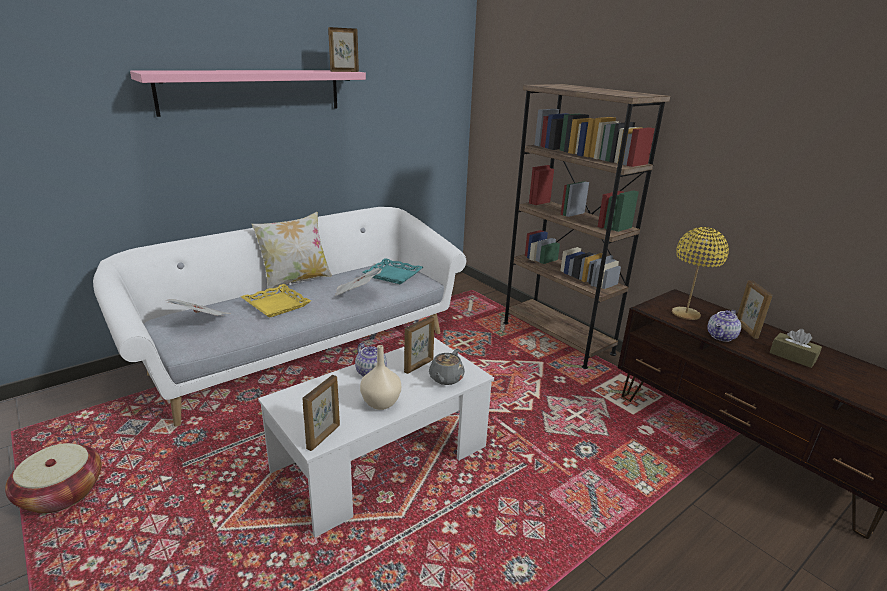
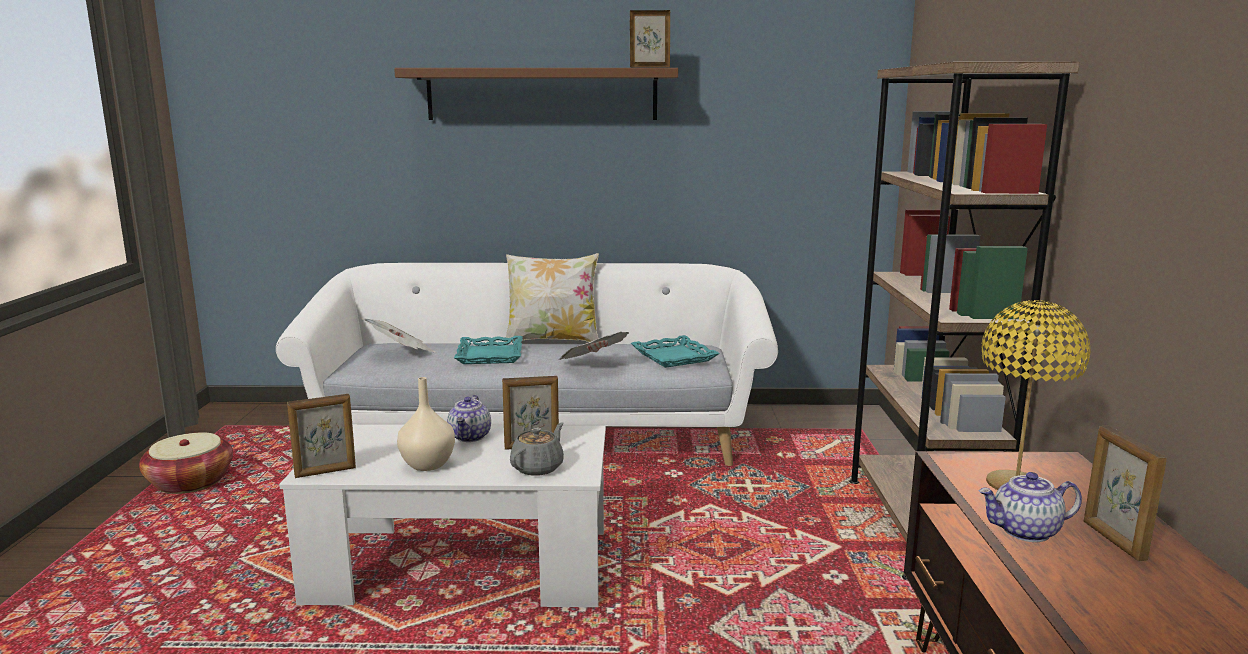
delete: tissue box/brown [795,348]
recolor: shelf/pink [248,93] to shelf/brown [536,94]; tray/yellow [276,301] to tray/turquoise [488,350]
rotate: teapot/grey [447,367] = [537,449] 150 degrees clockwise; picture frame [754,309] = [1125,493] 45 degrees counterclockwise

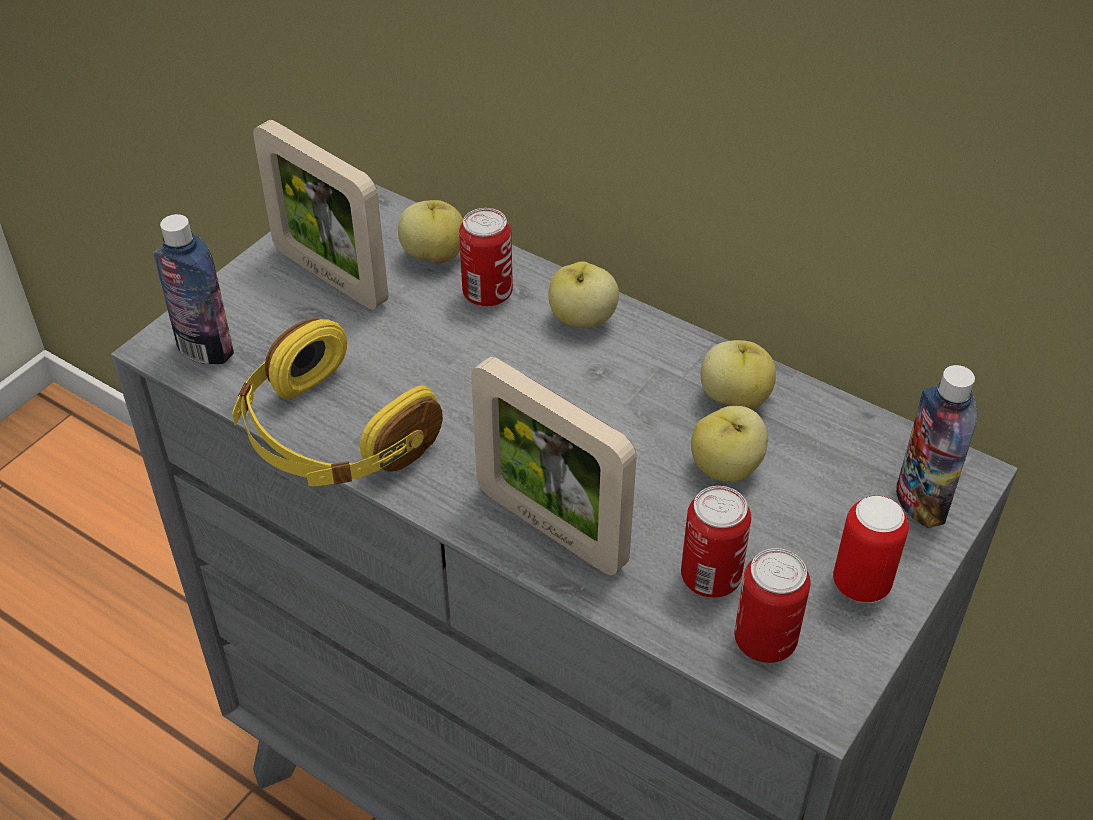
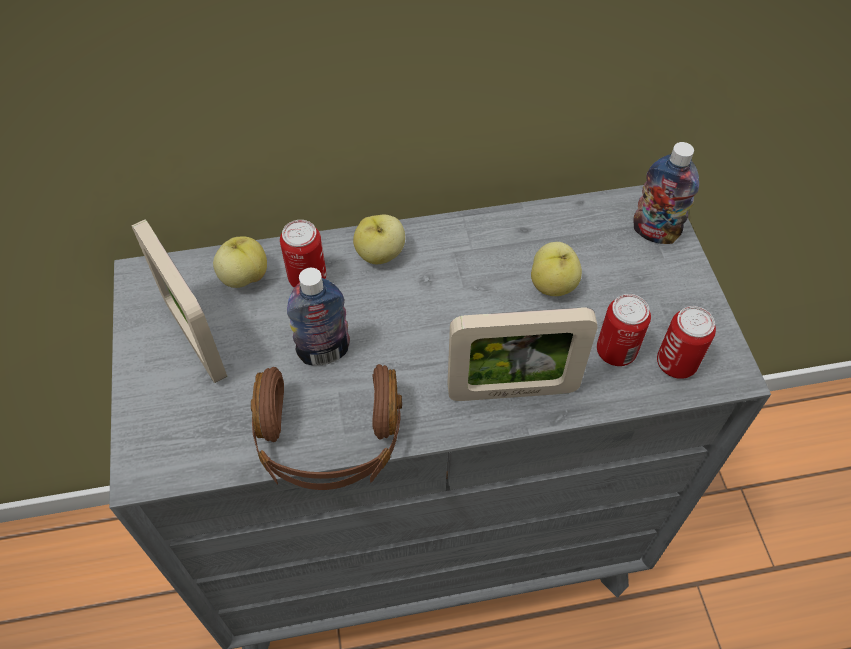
delete: apple [738,375]; can [871,549]
move: bottle [194,289] to [318,317]
recolor: headphones/yellow [337,402] to headphones/brown [326,427]
rotate: picture frame [320,215] = [179,301] 60 degrees clockwise

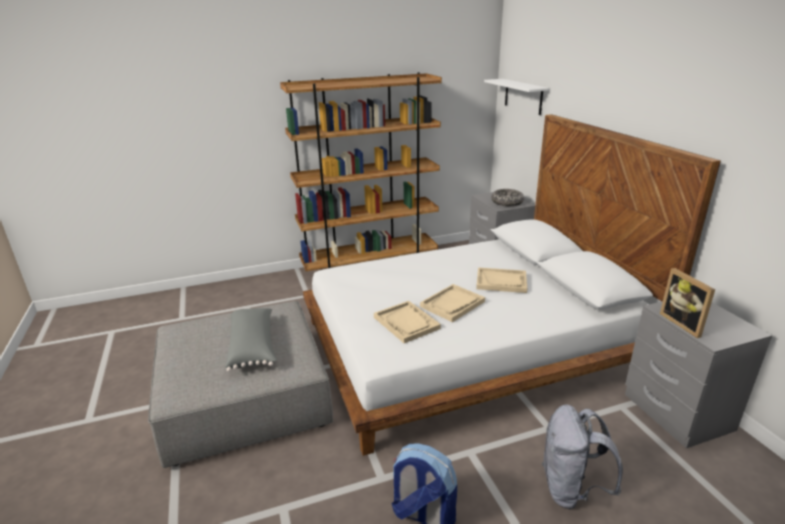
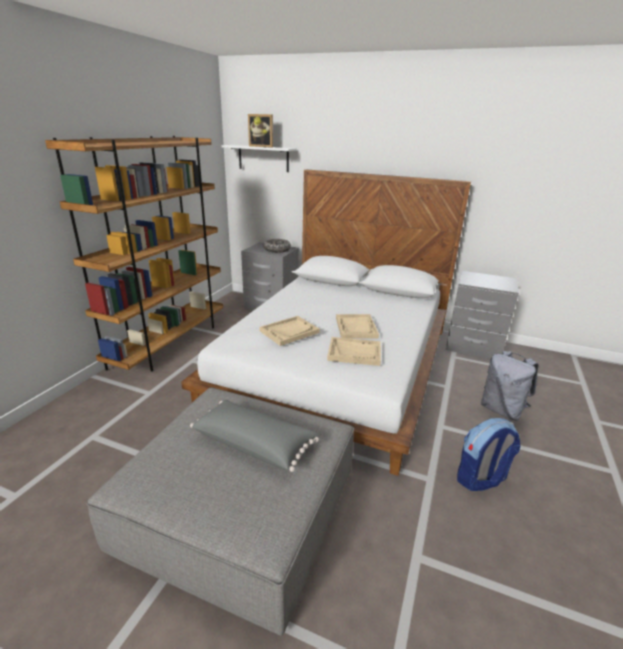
move: picture frame [687,303] to [260,131]; tray/beige [501,280] to [289,331]

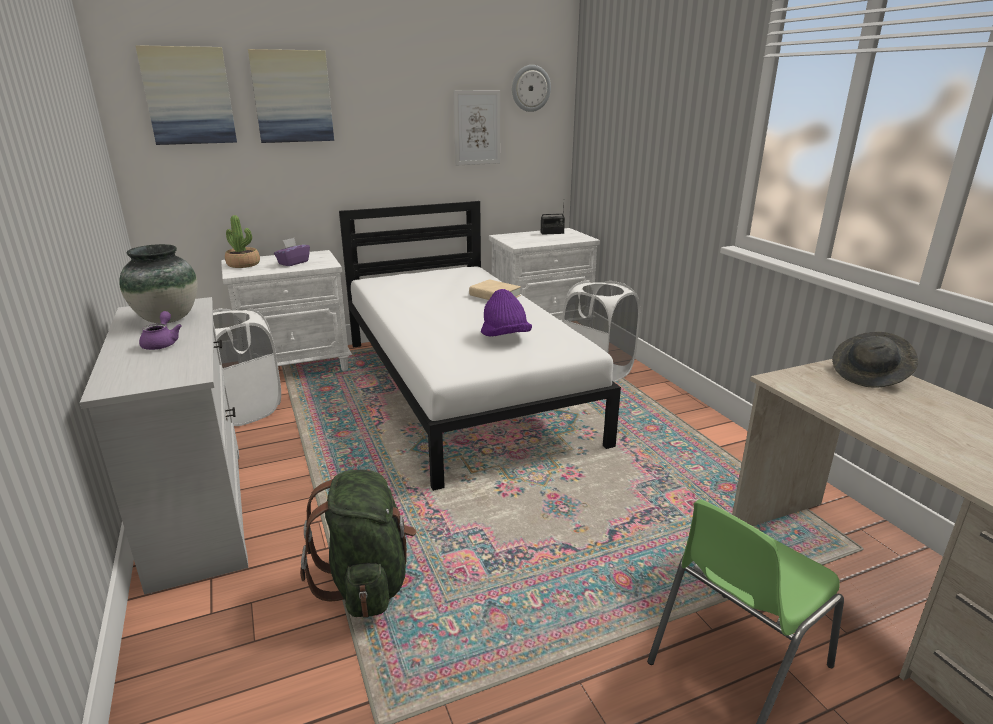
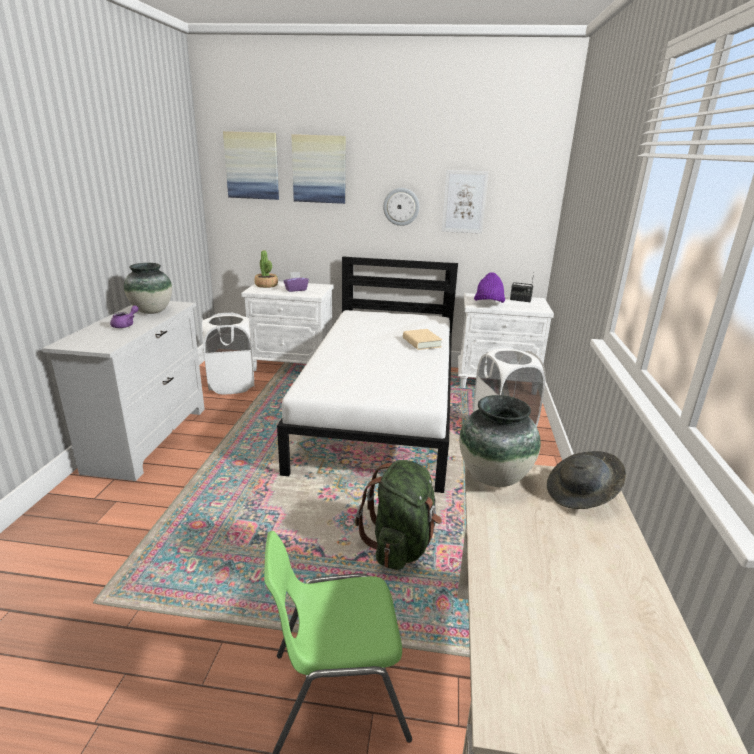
insert: vase [500,441]
move: backpack/green [358,544] to [398,515]; wall clock [531,88] to [401,207]; hat/purple [506,313] to [489,288]

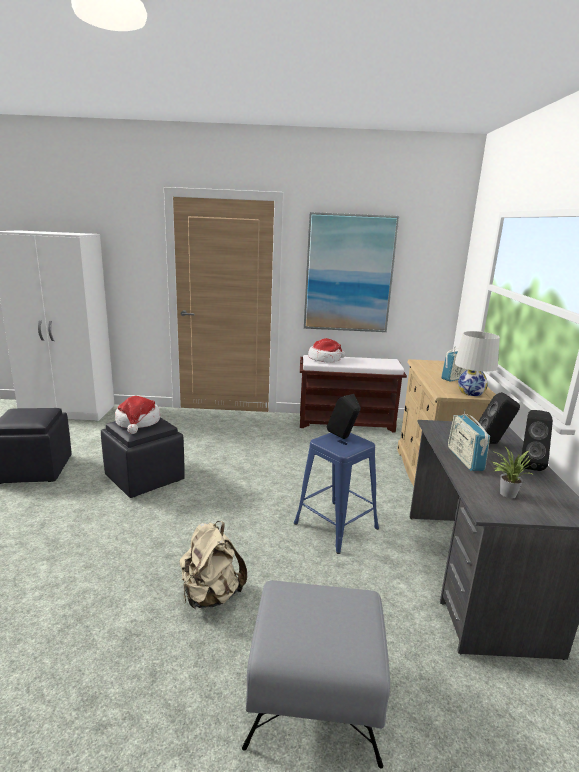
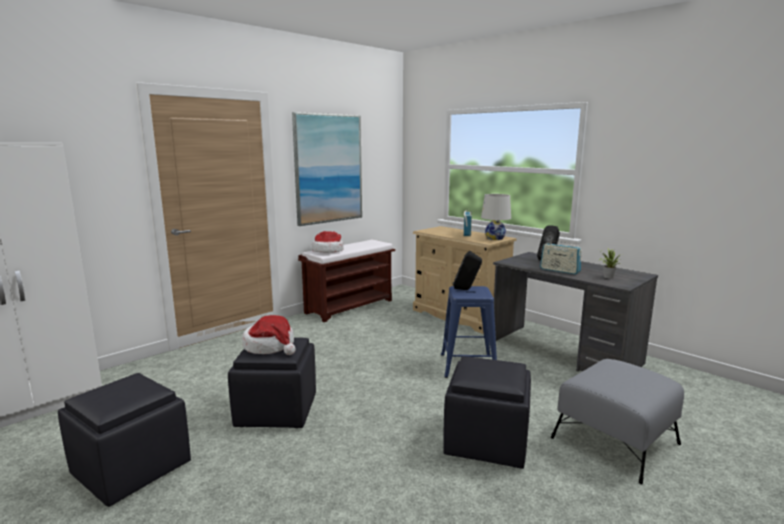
delete: speaker/black [537,440]
replace: backpack/beige [213,565] to ottoman/black [487,412]

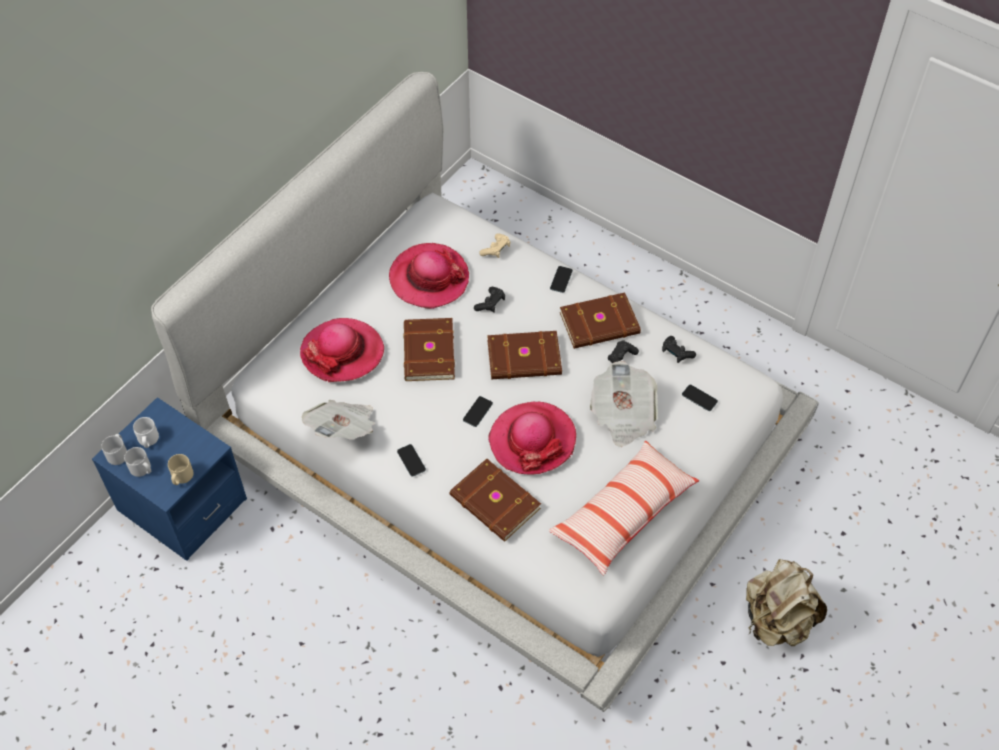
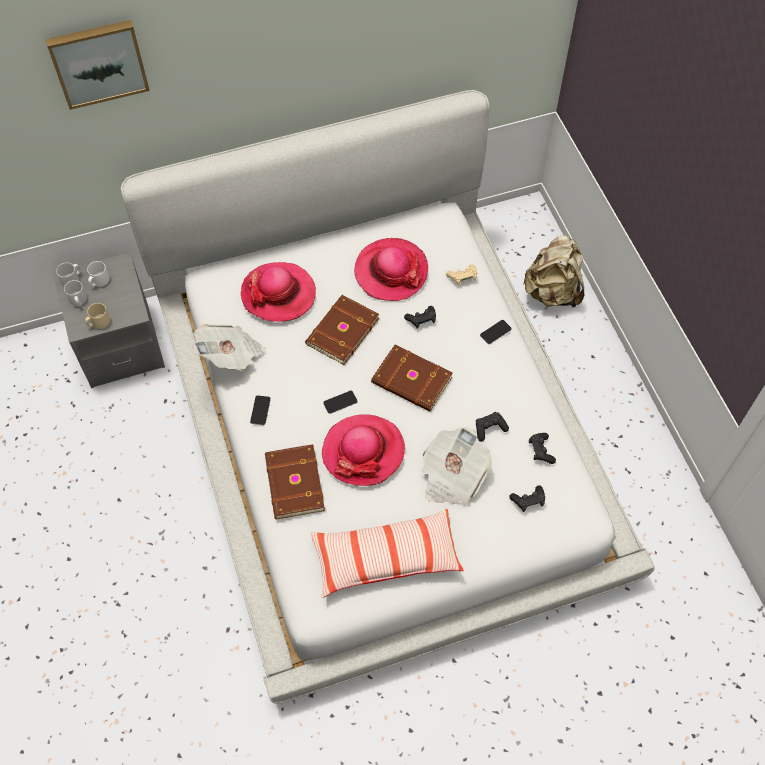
delete: book/brown [600,320]
insert: picture [98,65]
move: backpack/beige [786,602] to [553,271]
replace: phone [700,398] to game controller/black [527,498]
recolor: nightstand/blue [169,479] to nightstand/grey [109,320]

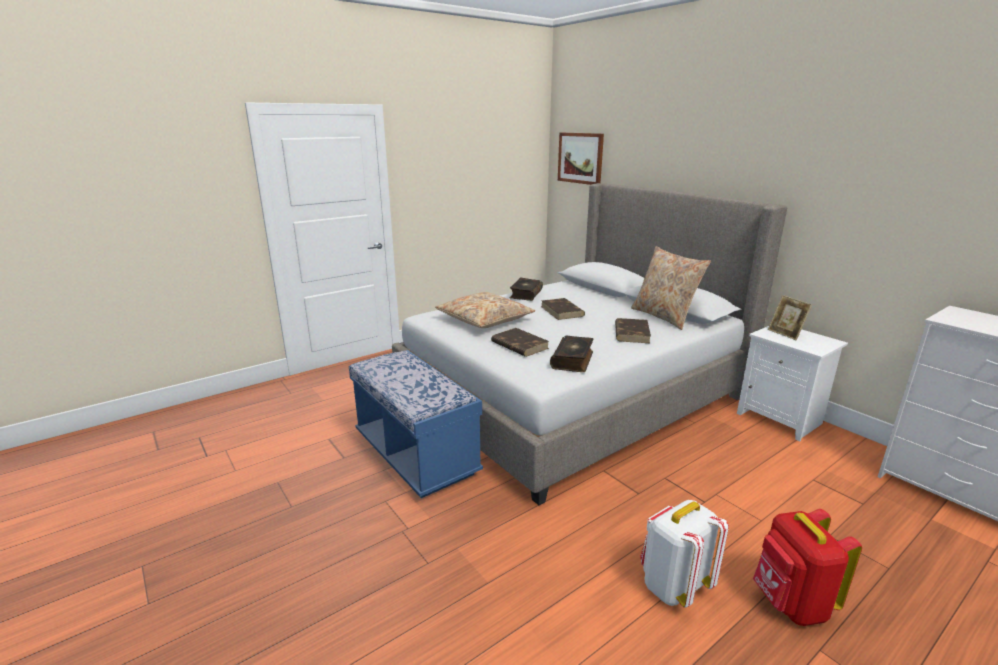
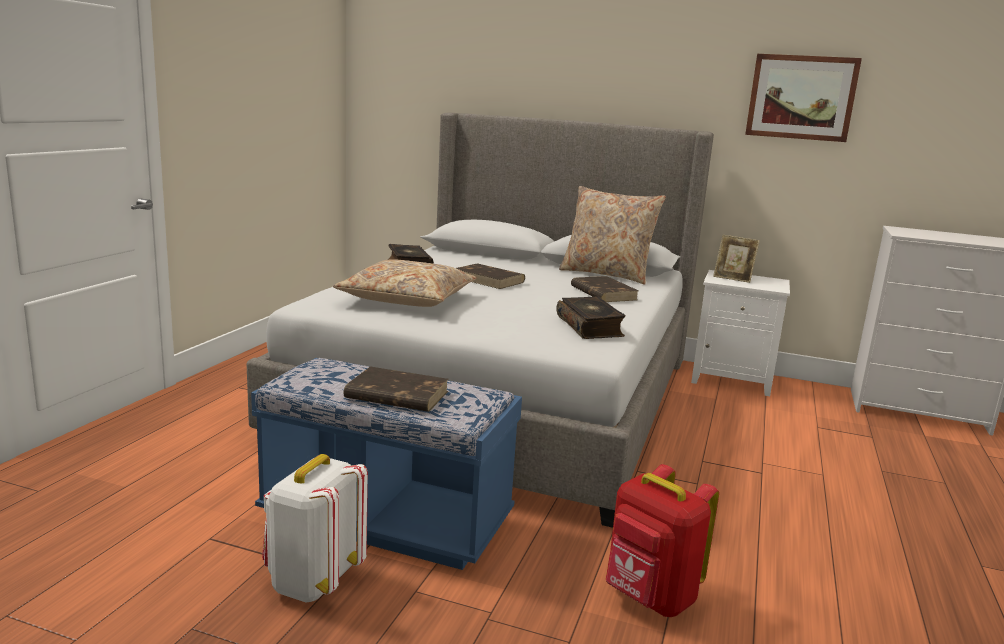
move: backpack/white [684,554] to [315,528]; book/brown [520,342] to [396,389]; backpack/red [807,567] to [662,540]; picture [581,159] to [803,98]

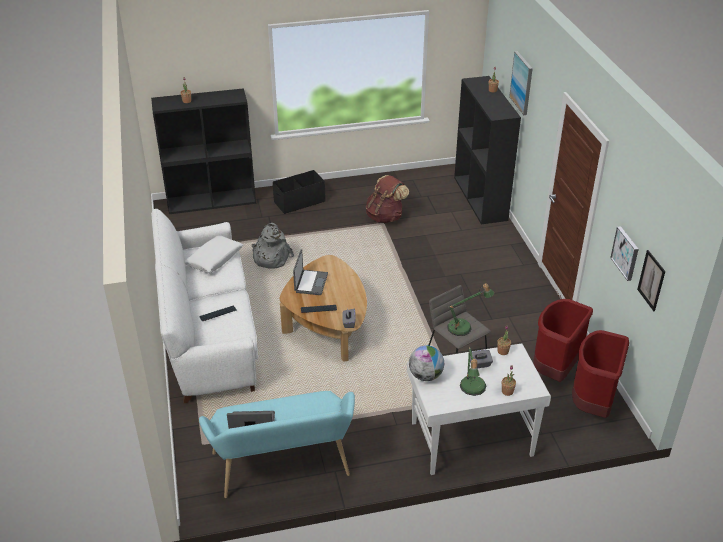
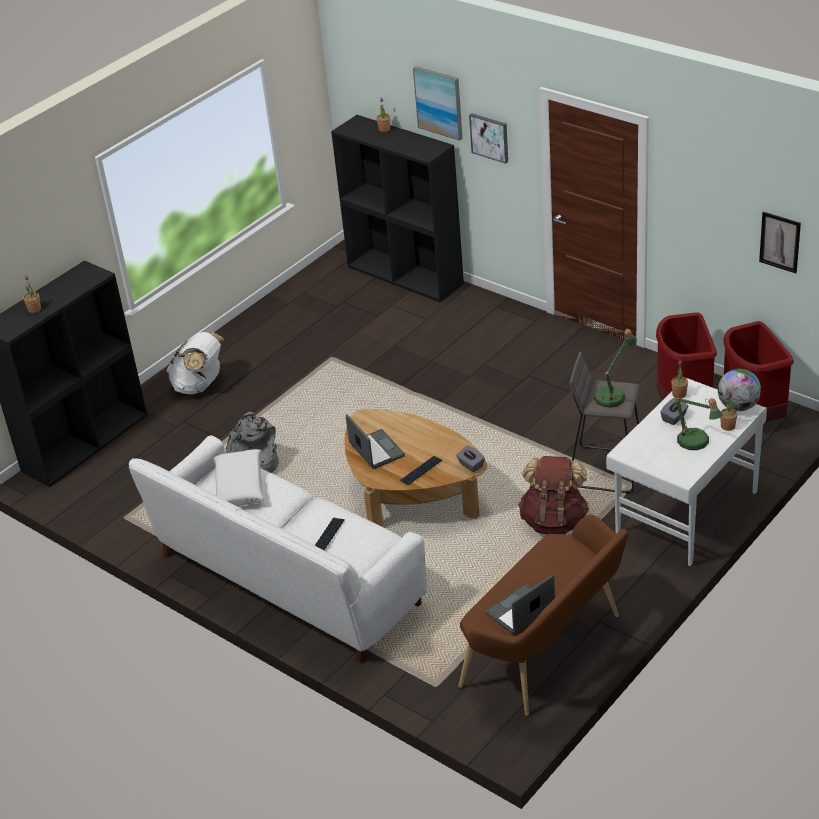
move: picture [624,253] to [488,139]; backpack/brown [387,199] to [553,495]; globe [426,363] to [739,390]
replace: storage box/black [299,192] to backpack/white [195,363]
recolor: bench/turquoise [277,444] to bench/brown [543,615]

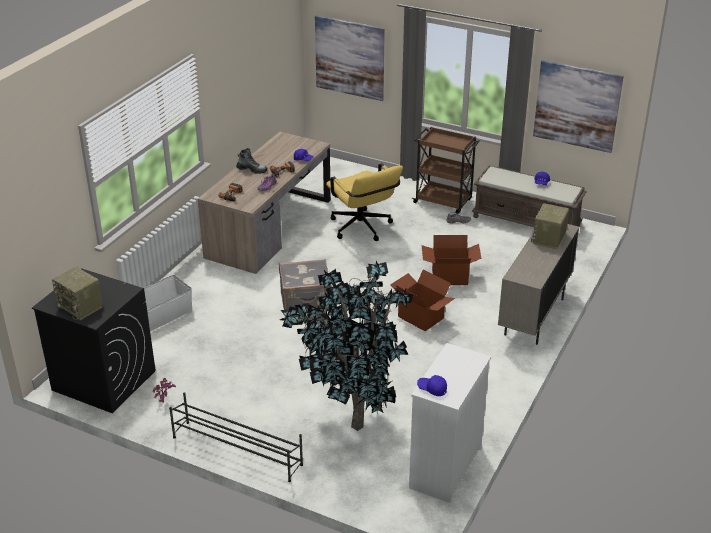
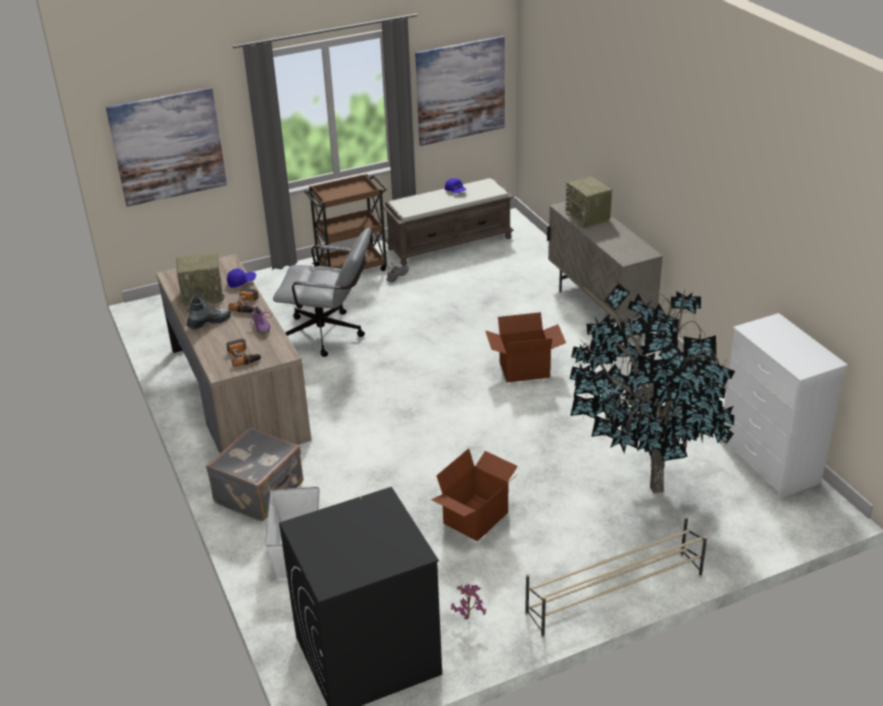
delete: cap/blue [432,385]
move: radio [77,293] to [200,279]; suitcase/grey [305,286] to [255,474]; cardboard box [452,260] to [474,495]
recolor: office chair/yellow [364,202] to office chair/grey [322,292]; shoe rack/black [236,437] to shoe rack/beige [616,576]

